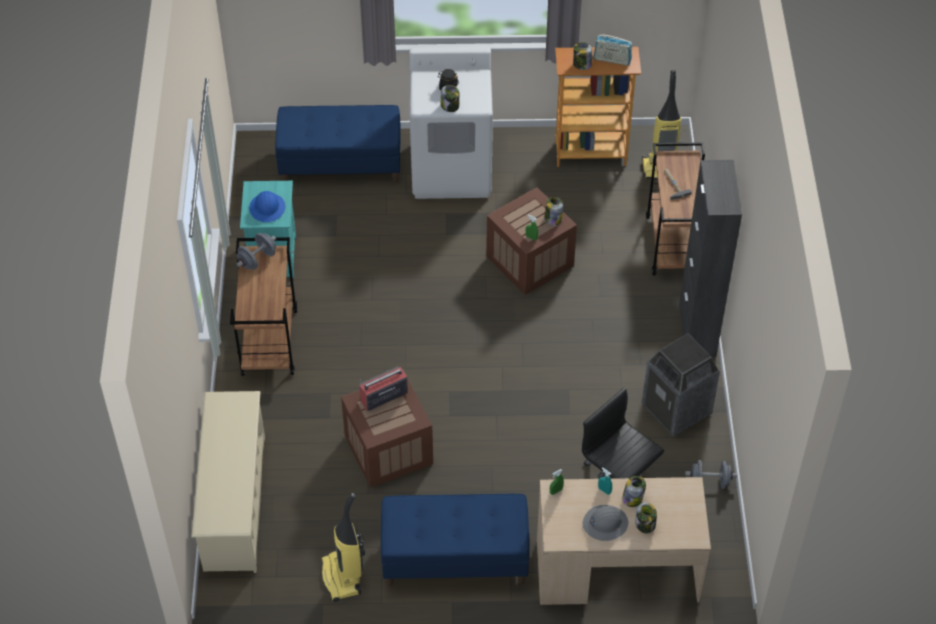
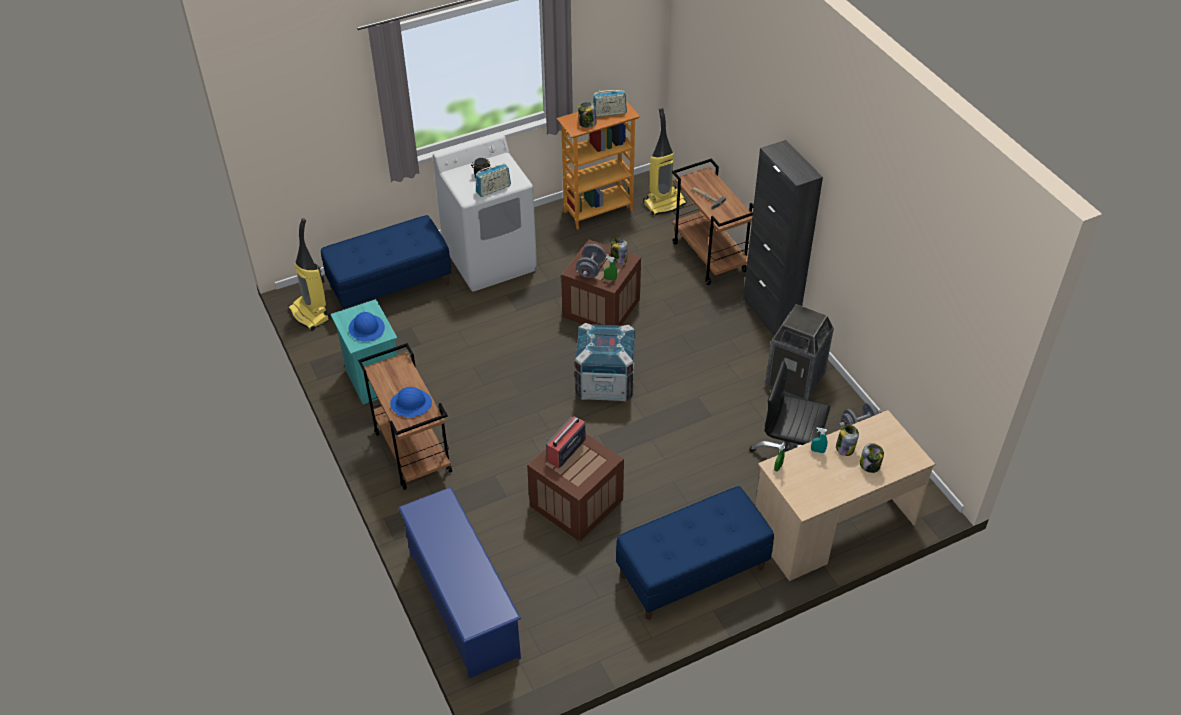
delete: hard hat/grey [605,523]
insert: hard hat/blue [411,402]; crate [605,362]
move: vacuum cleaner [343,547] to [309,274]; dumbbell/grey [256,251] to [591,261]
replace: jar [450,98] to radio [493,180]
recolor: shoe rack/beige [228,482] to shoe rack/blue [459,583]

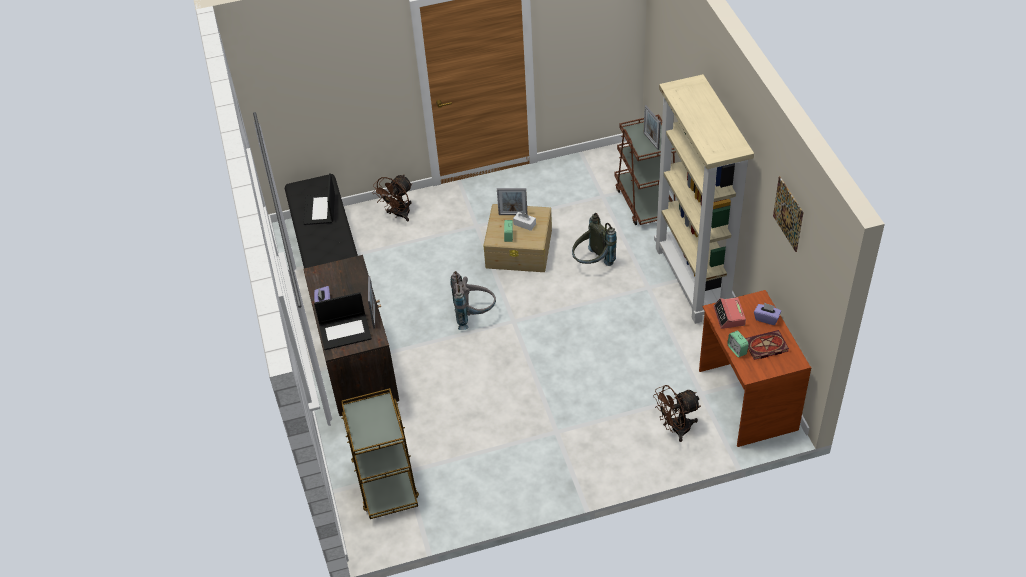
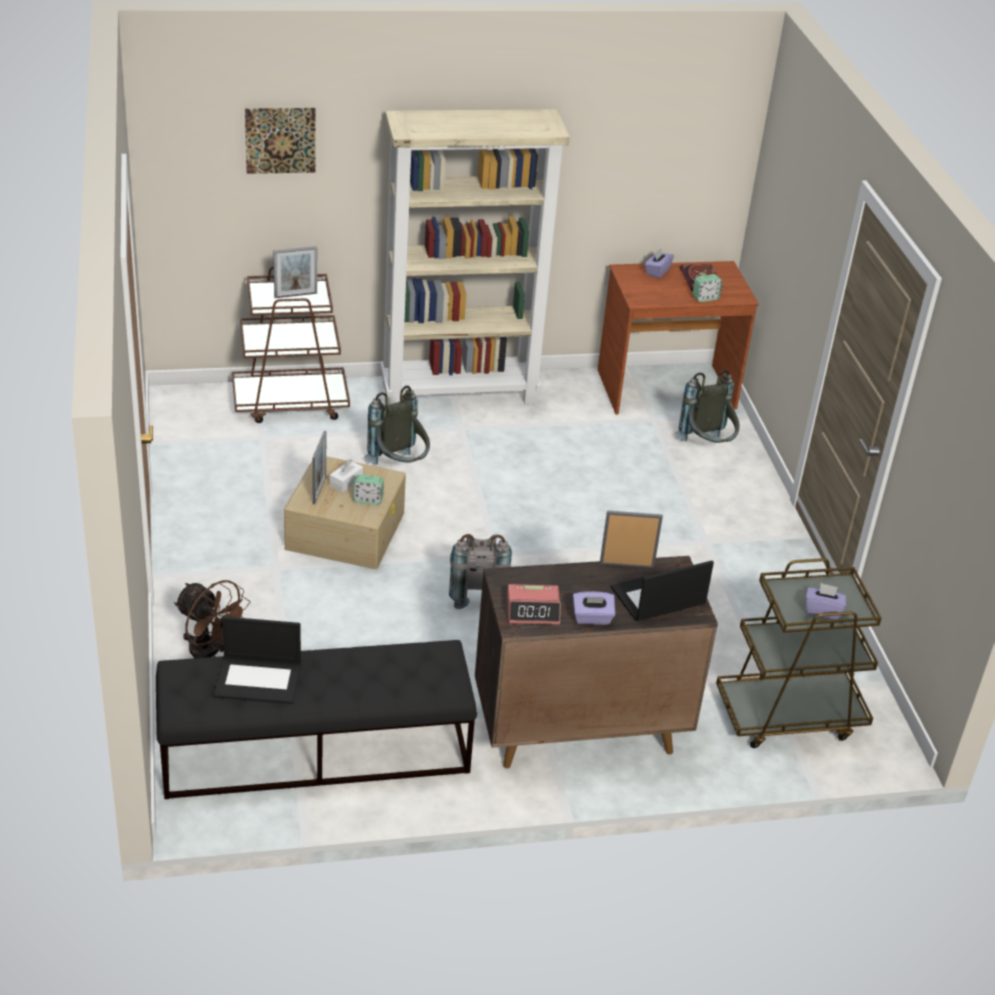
insert: tissue box/purple [825,601]
move: picture [788,214] to [280,141]; alarm clock [729,313] to [534,604]
replace: fan/brown [677,413] to backpack/grey [707,406]
rotate: laptop [343,321] = [662,591] 105 degrees counterclockwise

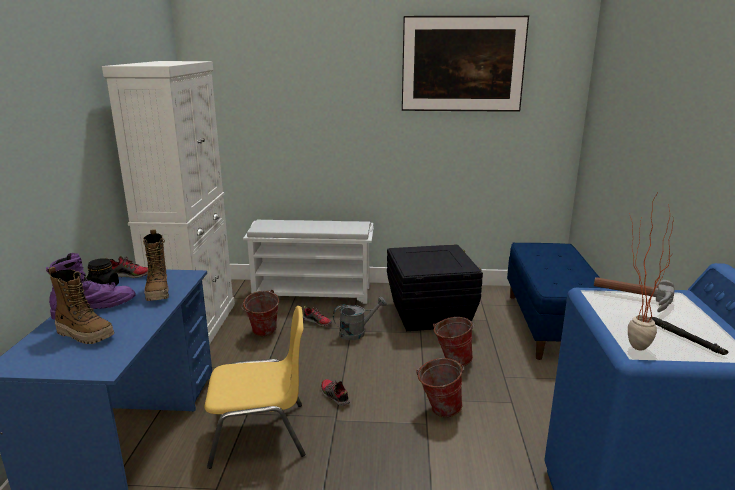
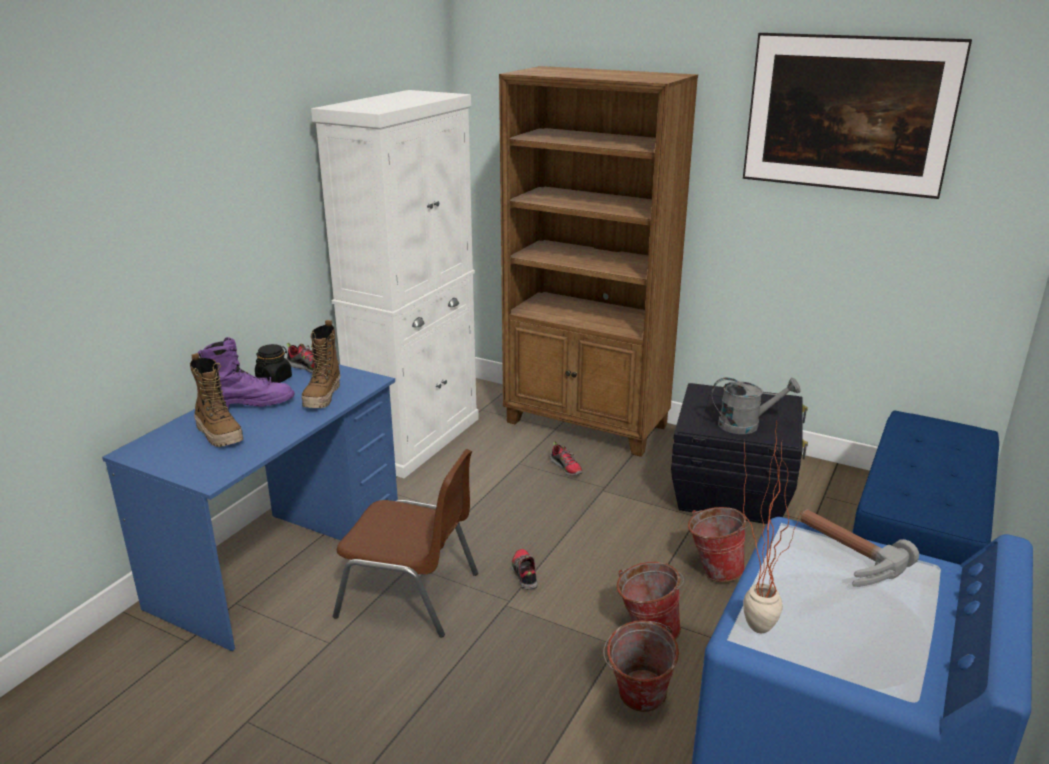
delete: flashlight/black [689,336]
move: bucket [260,313] to [641,666]; watering can/grey [360,318] to [756,405]
replace: shoe rack/white [308,262] to bookcase/brown [598,261]
recolor: chair/yellow [255,387] to chair/brown [405,543]

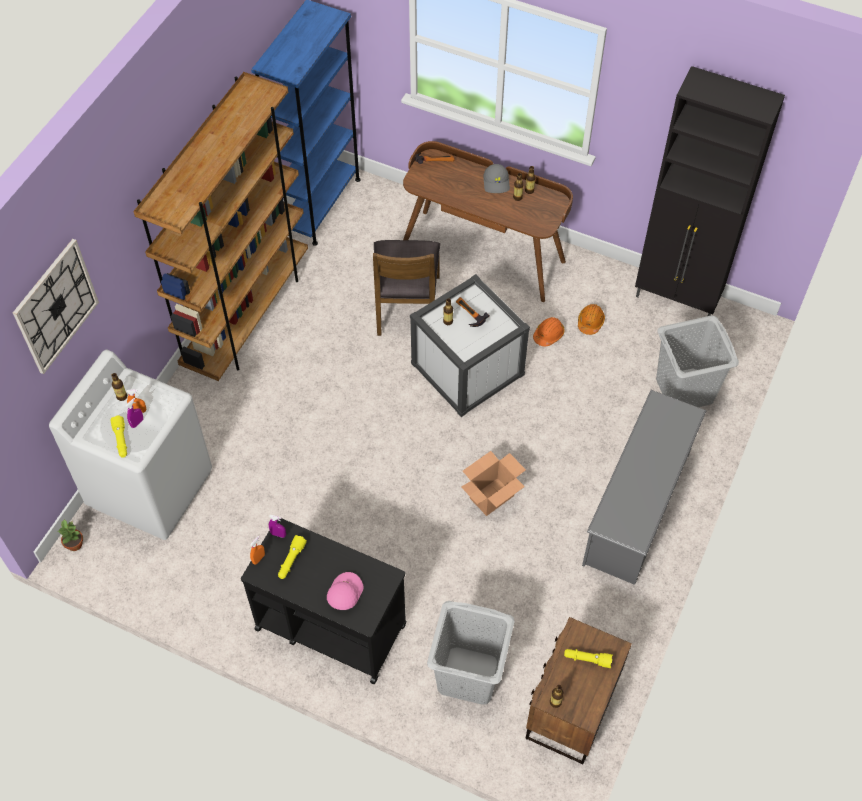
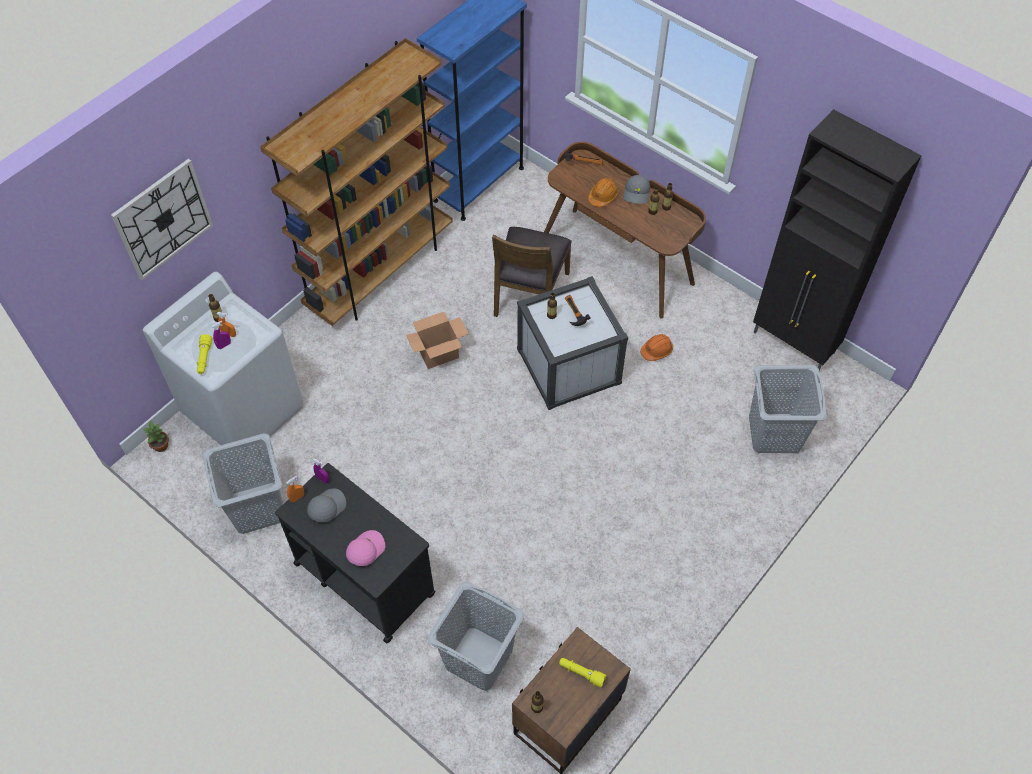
delete: shoe rack/grey [644,487]
insert: laundry basket/grey [242,483]
move: cardboard box [493,483] to [437,340]; hard hat/orange [591,319] to [603,192]
replace: flashlight/yellow [292,557] to cap/grey [326,505]

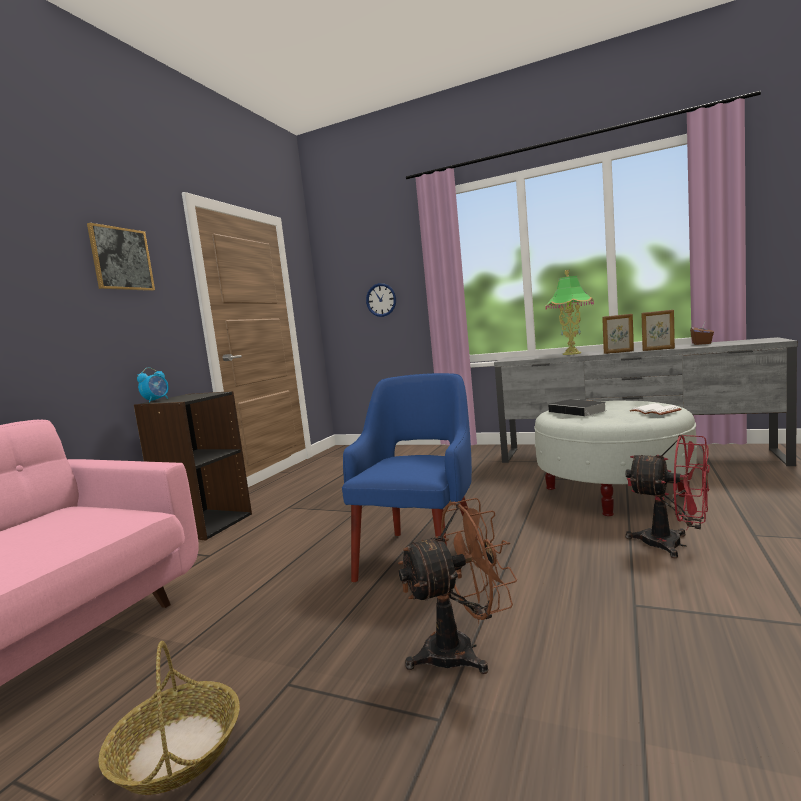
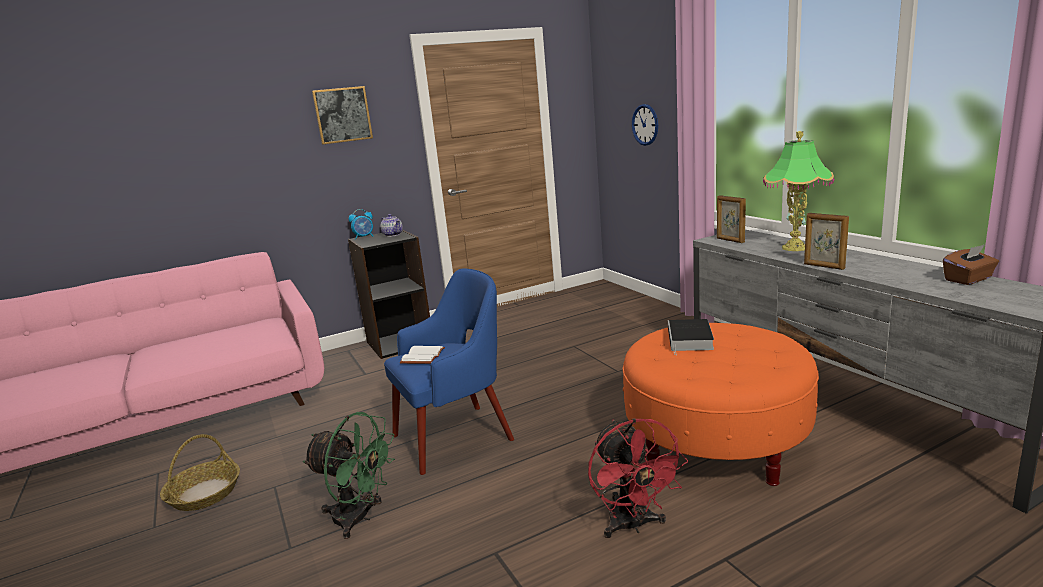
insert: teapot [391,225]
move: book/white [656,409] to [422,355]; picture frame [658,330] to [731,219]
recolor: fan/brown [457,586] to fan/green [349,475]; ottoman/white [615,458] to ottoman/orange [720,404]

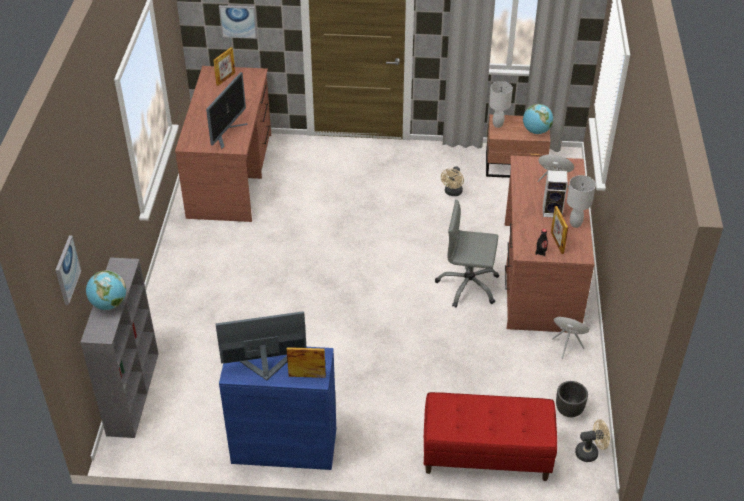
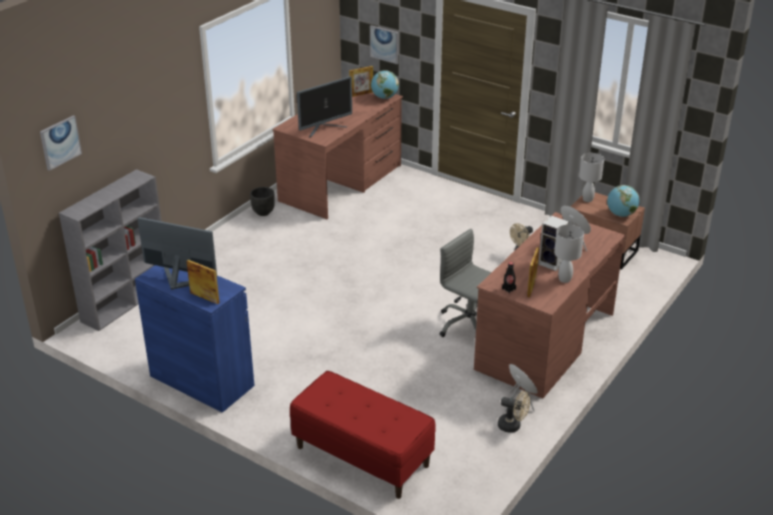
move: planter/black [572,399] to [262,201]; globe [106,290] to [385,84]; fan/beige [592,440] to [514,412]

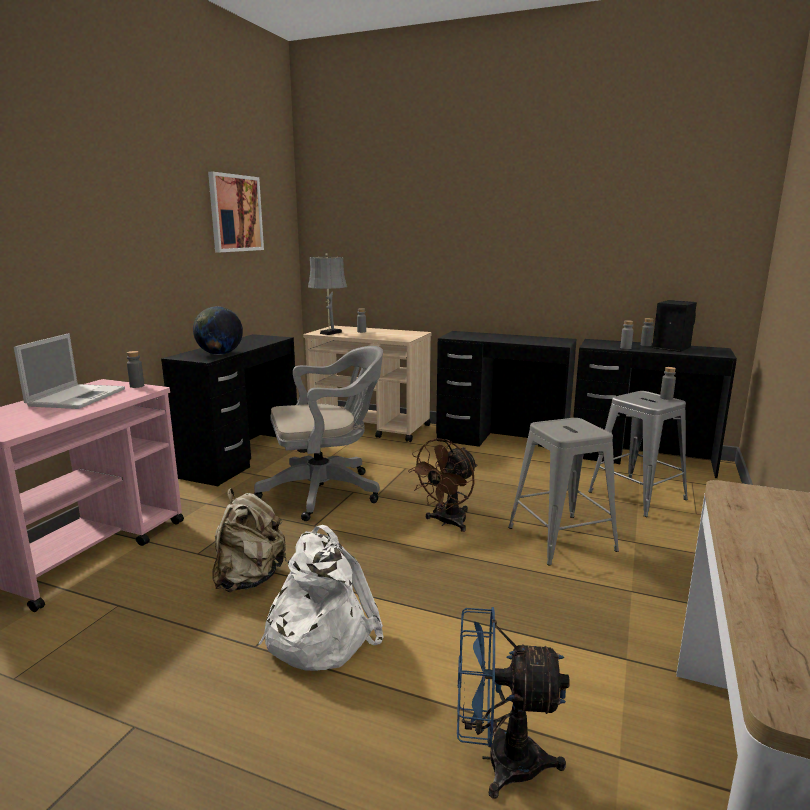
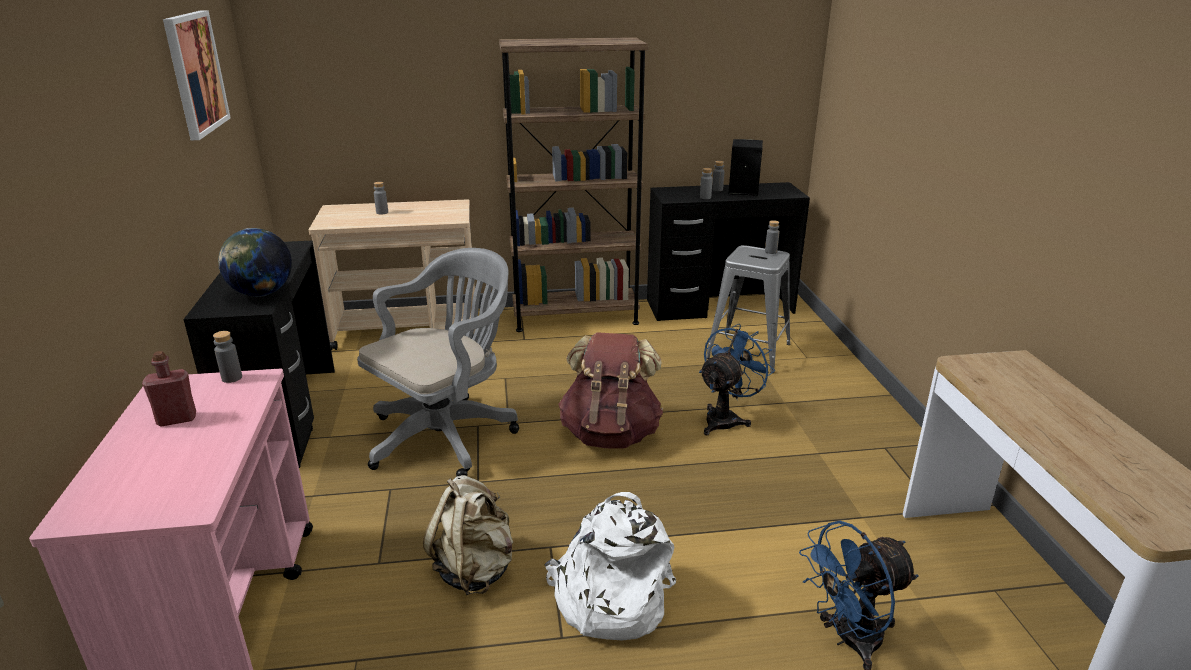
delete: table lamp/grey [327,294]
replace: laptop [69,371] to bottle/red [169,388]; desk/black [506,389] to bookcase/brown [573,184]; fan/brown [443,485] to backpack/brown [610,390]; stool/grey [563,491] to fan/blue [737,379]

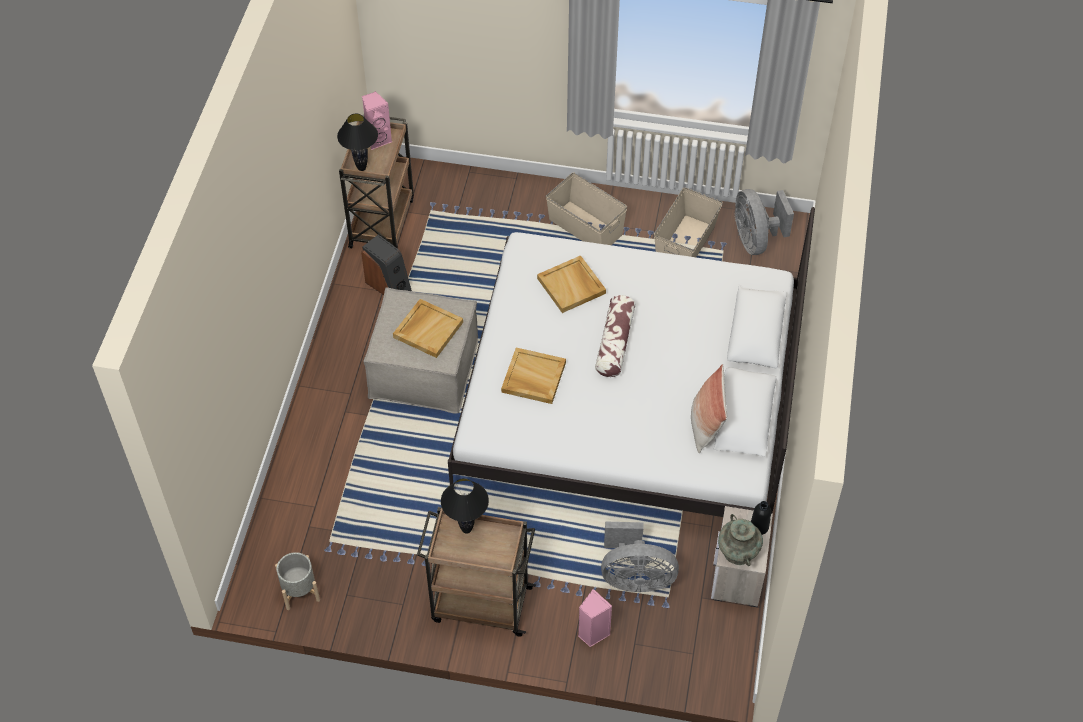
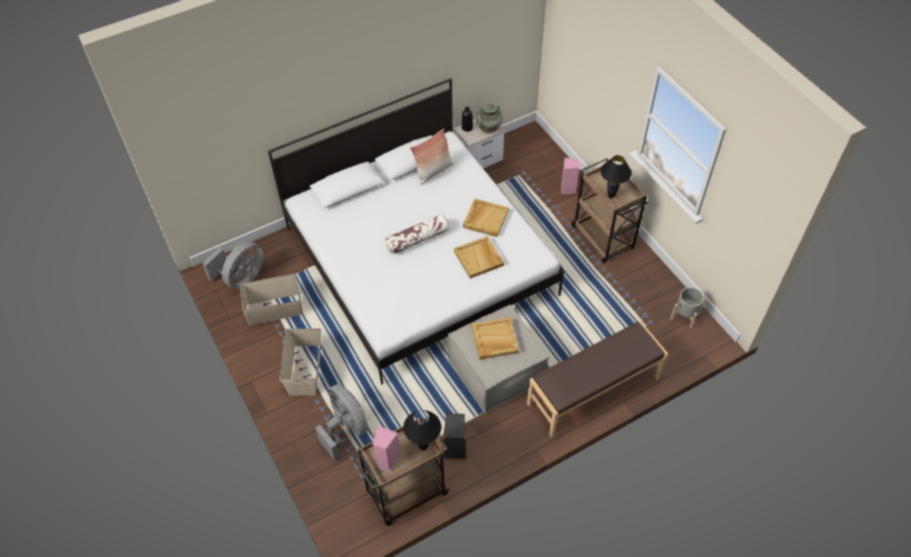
insert: bench/brown [597,379]
move: fan/grey [640,557] to [341,422]; tray/beige [571,284] to [486,218]

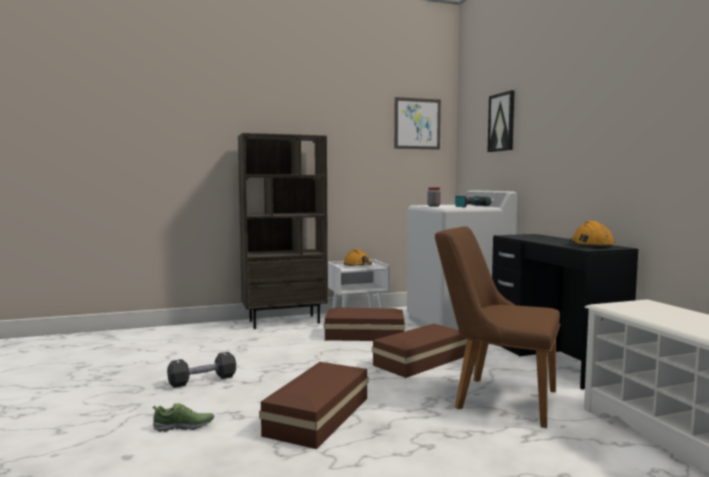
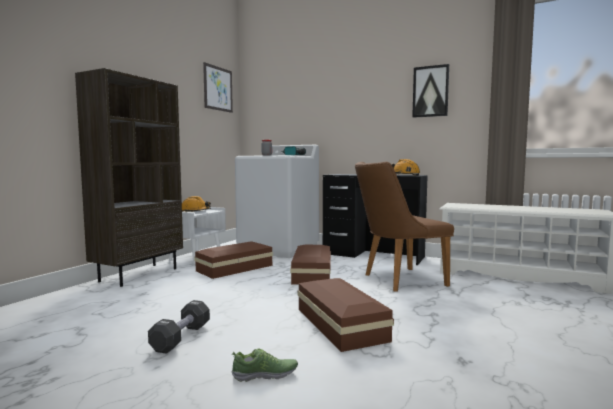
move: picture [501,121] to [430,91]
rotate: shoe [183,417] = [265,365] 45 degrees clockwise

